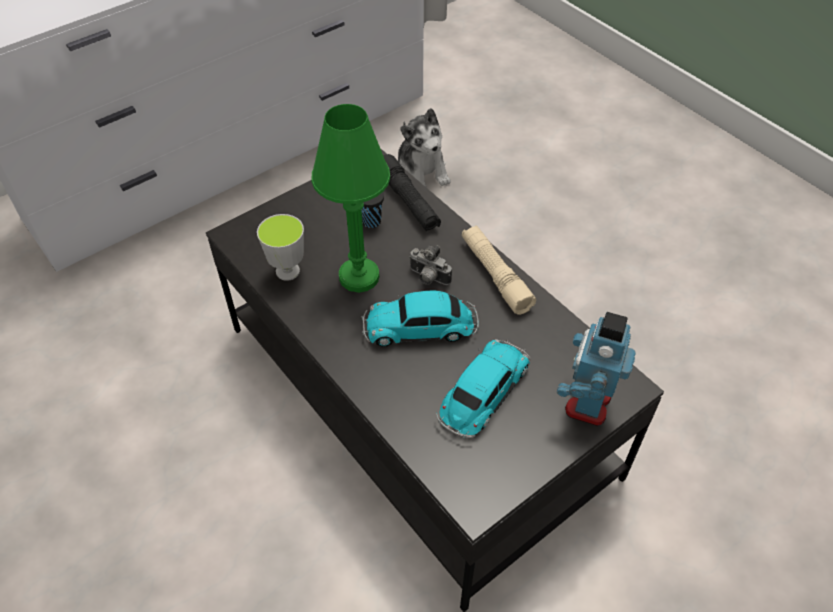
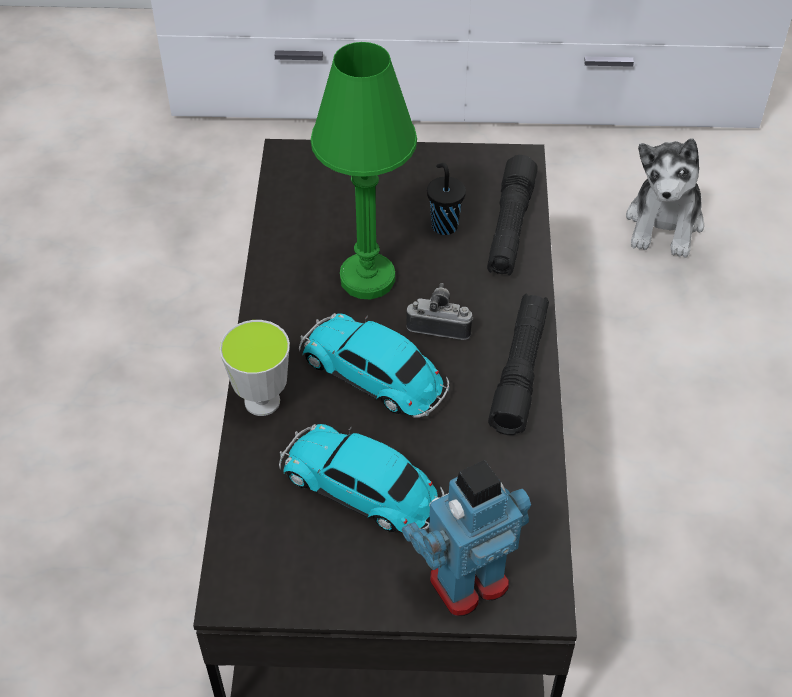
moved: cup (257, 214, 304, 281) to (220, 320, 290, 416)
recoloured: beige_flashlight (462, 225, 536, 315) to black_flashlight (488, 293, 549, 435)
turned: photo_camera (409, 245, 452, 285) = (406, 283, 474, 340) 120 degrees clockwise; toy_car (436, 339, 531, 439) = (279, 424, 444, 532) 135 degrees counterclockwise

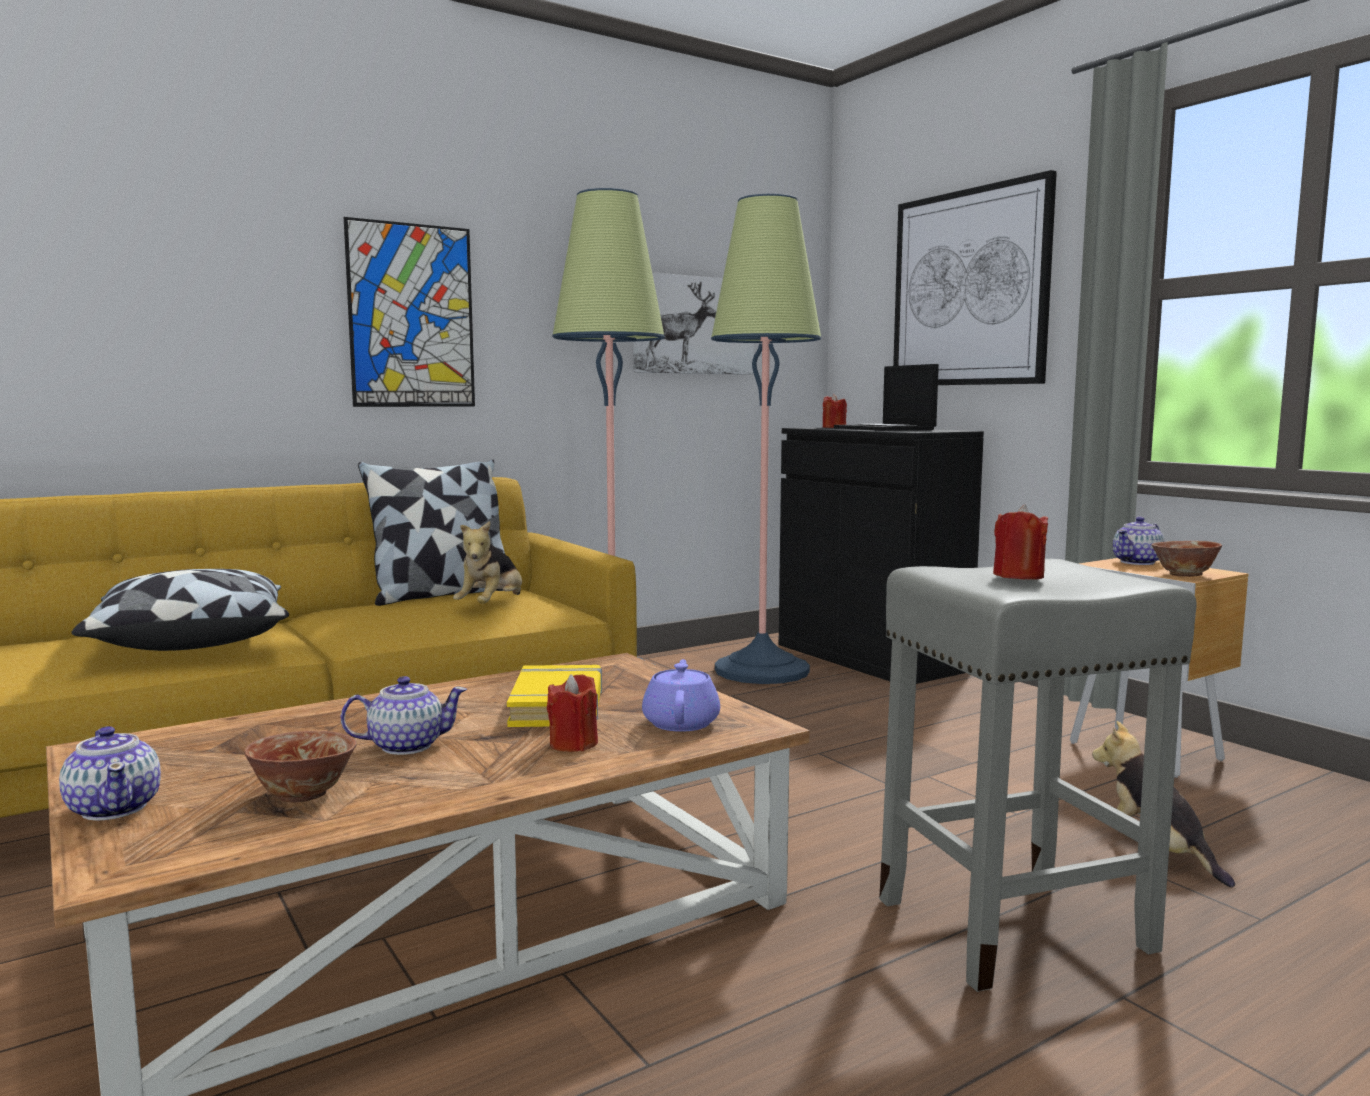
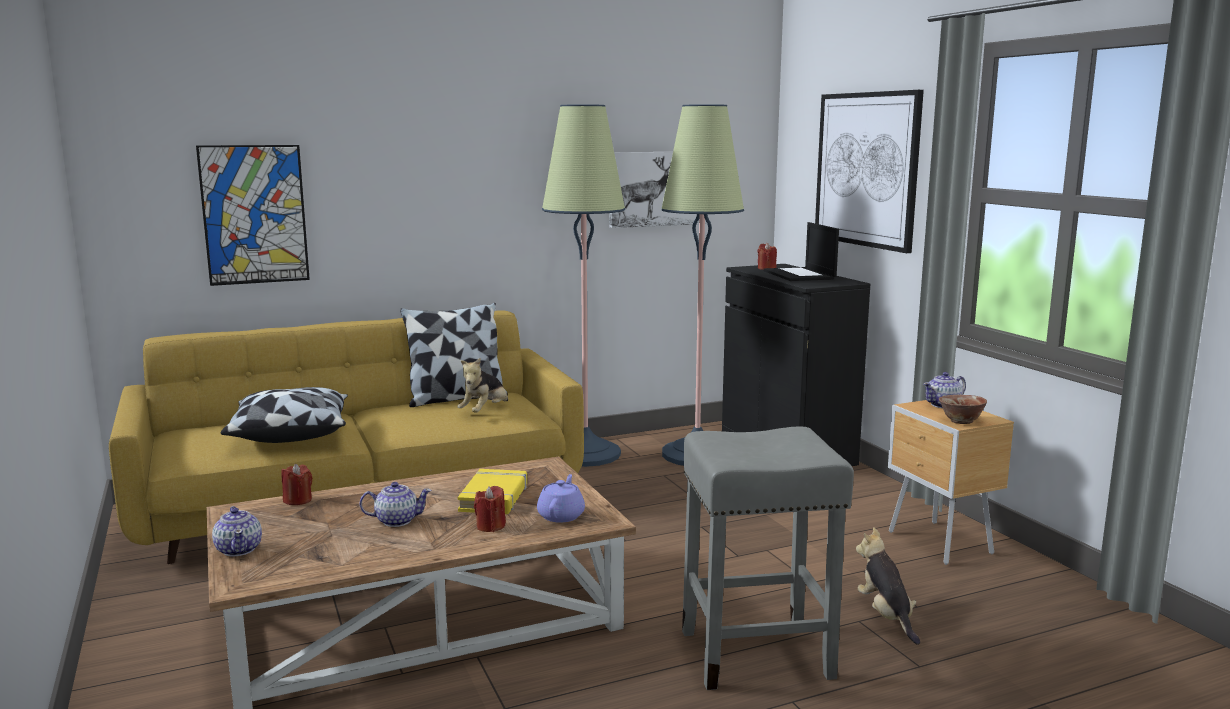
removed: bowl (244, 731, 357, 803)
moved: picture (344, 217, 475, 407) to (196, 145, 310, 286); red_candle (993, 504, 1048, 580) to (281, 464, 312, 505)

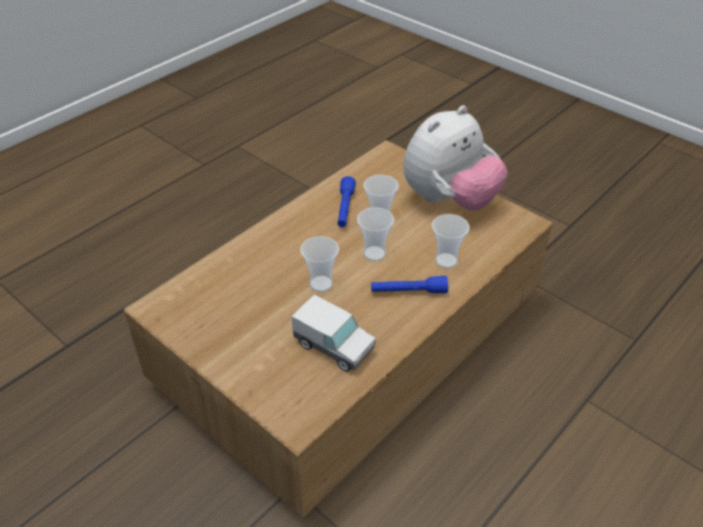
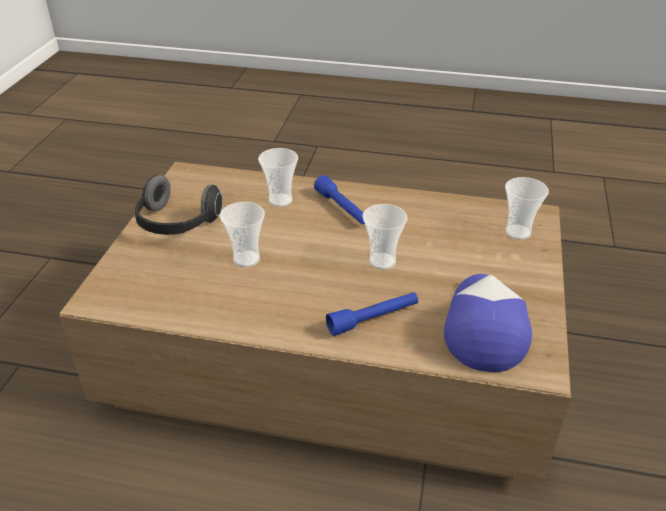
removed: toy_truck (292, 295, 376, 371)
added: cap (444, 274, 532, 372)
moved: blue_flashlight (338, 176, 356, 227) to (326, 292, 418, 336); cup (357, 207, 394, 261) to (505, 177, 549, 240)
replaced: plush_toy (403, 105, 508, 211) to headphones (135, 174, 223, 235)

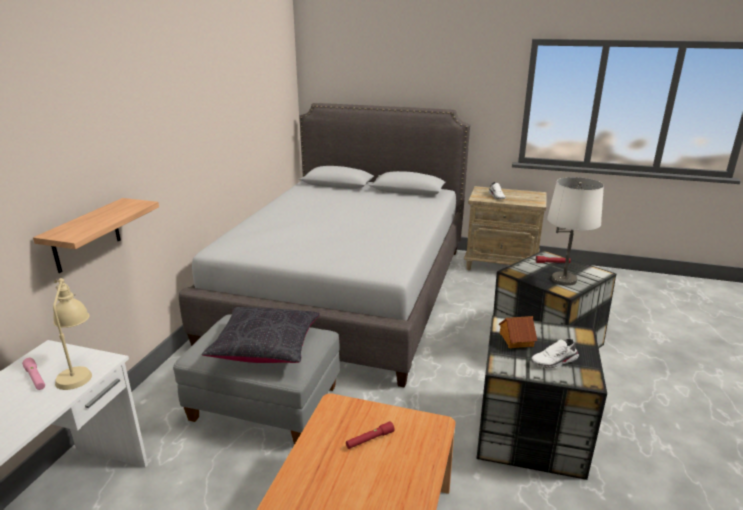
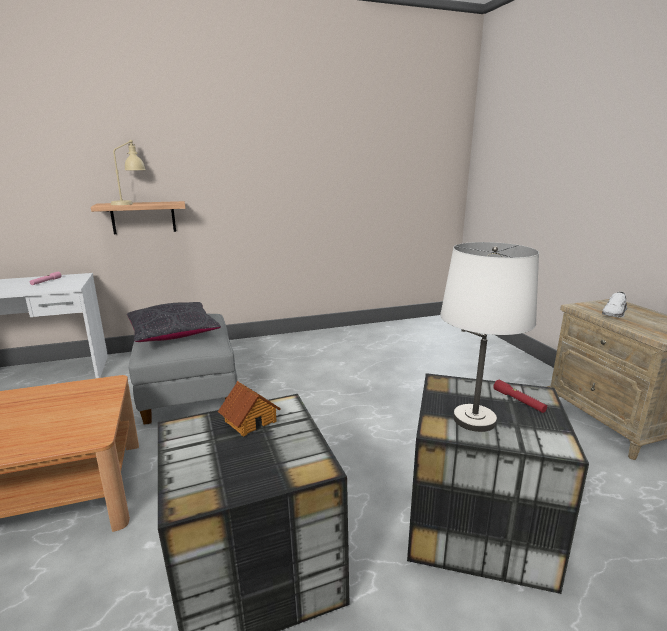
removed: grey_bed (179, 103, 470, 388); white_shoe (532, 339, 579, 369); red_flashlight (346, 421, 395, 449)
moved: beige_table_lamp (53, 278, 92, 390) to (111, 140, 146, 205)

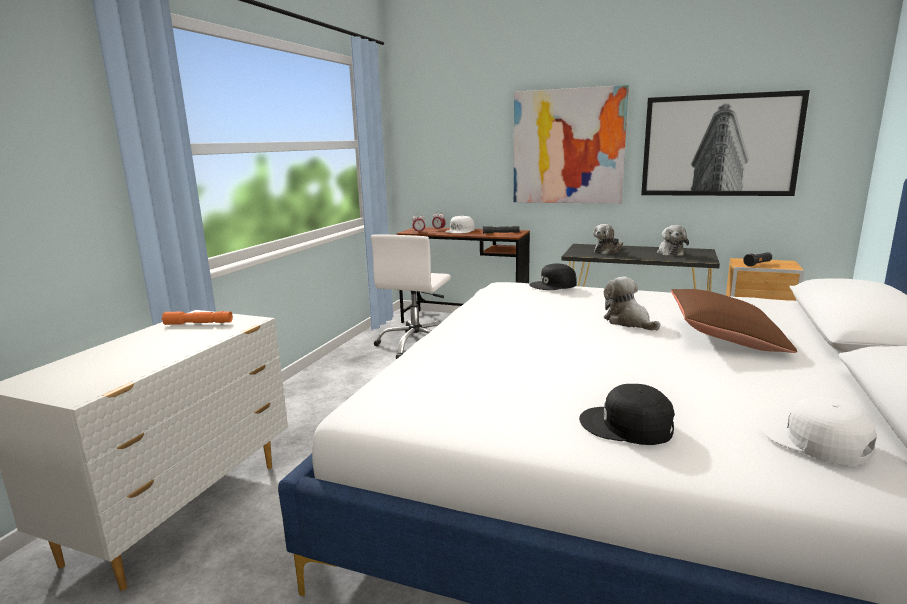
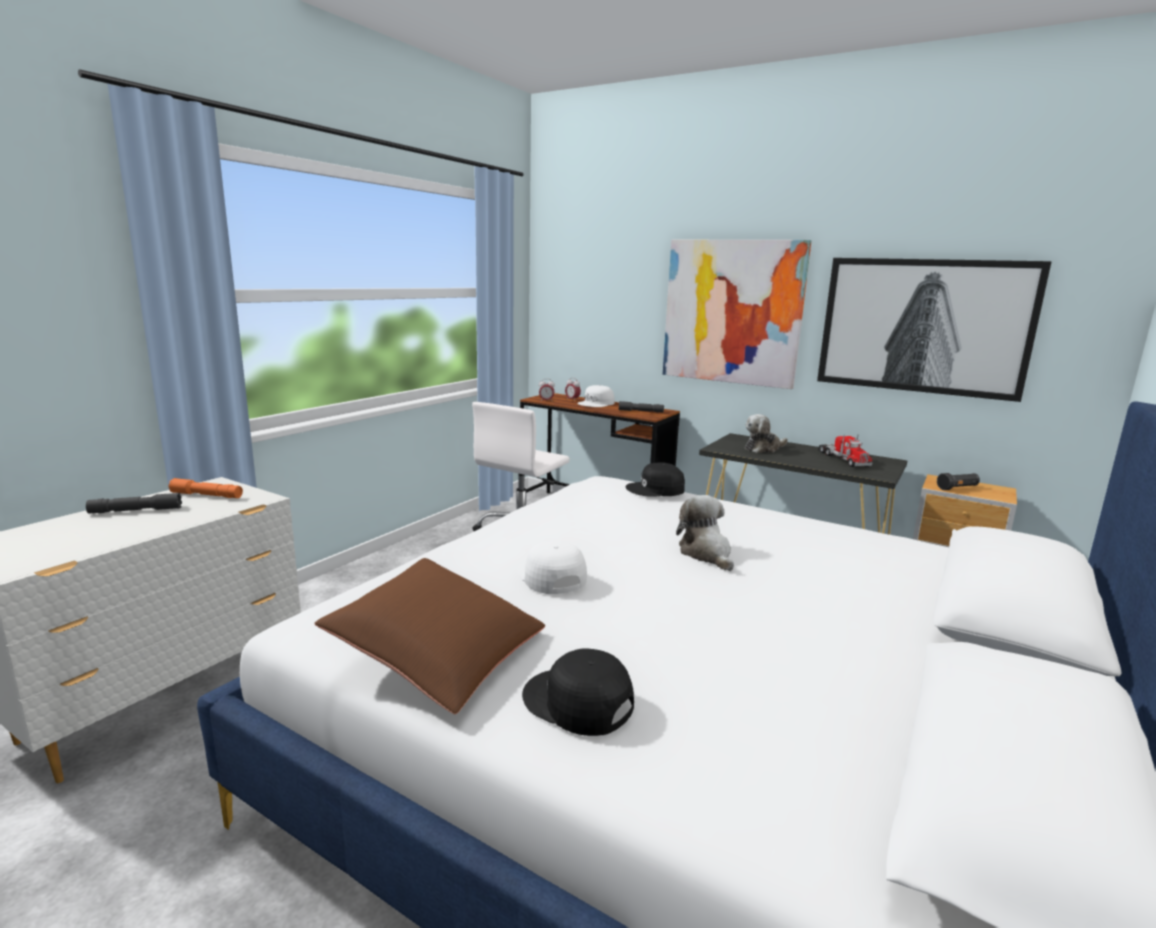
added: grey_flashlight (86, 493, 182, 513)
moved: brown_pillow (671, 289, 797, 353) to (315, 558, 545, 714); white_cap (760, 396, 877, 465) to (517, 541, 587, 594)
replaced: plush_toy (657, 225, 689, 256) to toy_truck (818, 434, 872, 467)

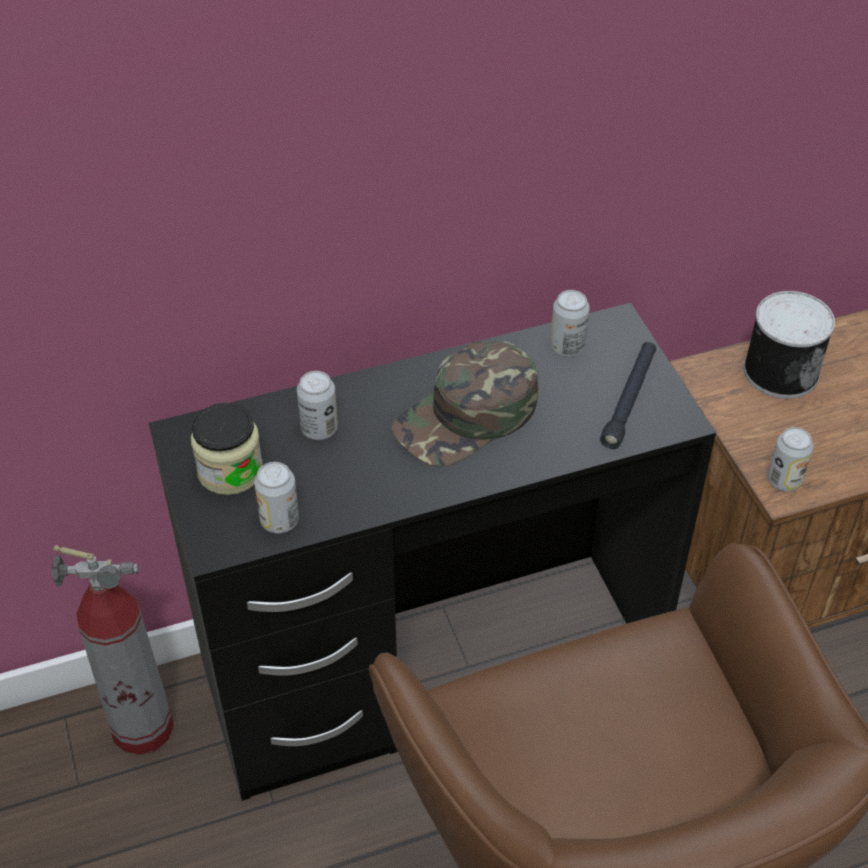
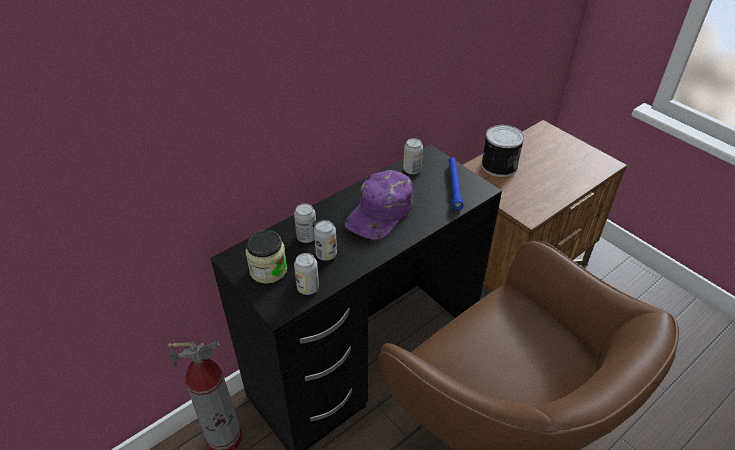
moved: can (768, 427, 813, 491) to (314, 220, 337, 261)
recoloured: green_cap (392, 341, 538, 467) to purple_cap (345, 170, 413, 240); black_flashlight (600, 342, 656, 449) to blue_flashlight (449, 157, 464, 210)

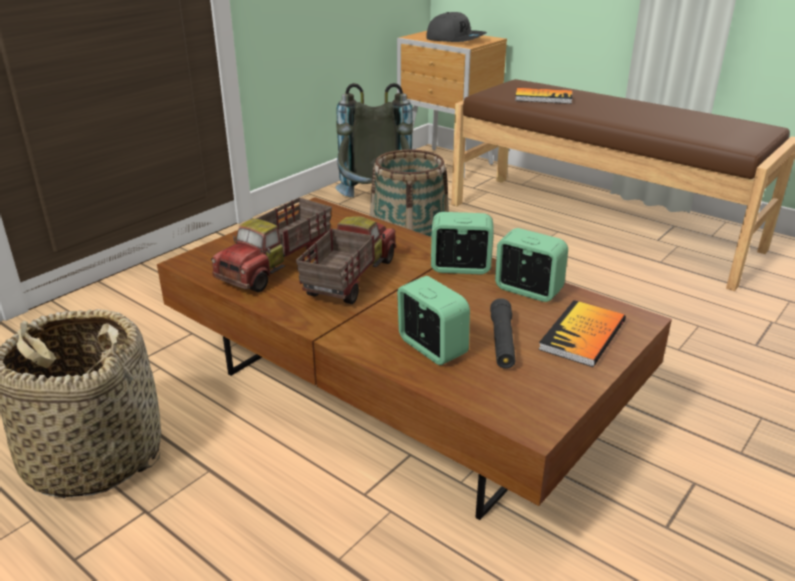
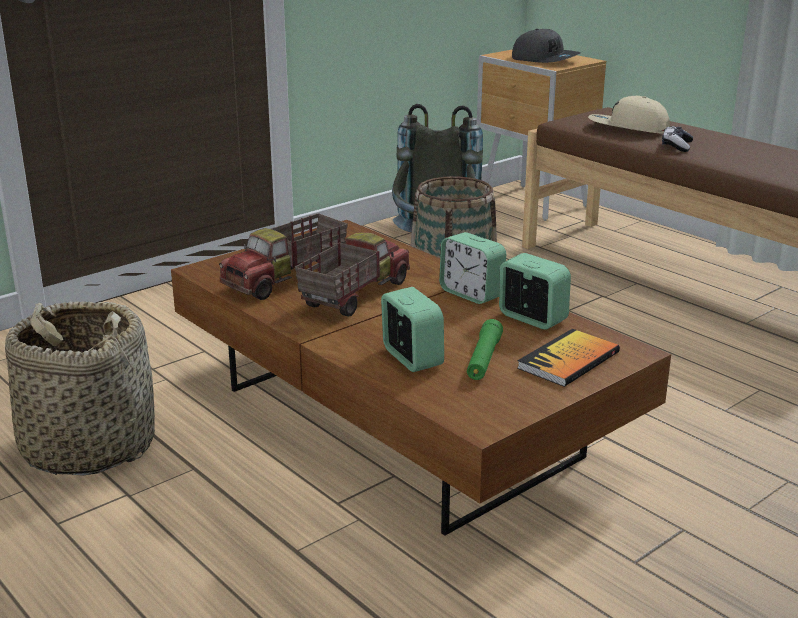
added: game_controller (662, 126, 693, 152)
replaced: book (515, 88, 572, 104) to beige_cap (588, 96, 670, 134)
recoloured: black_flashlight (490, 298, 515, 369) to green_flashlight (467, 319, 503, 380)
turned: alarm_clock (431, 212, 494, 275) = (439, 232, 506, 304) 150 degrees counterclockwise

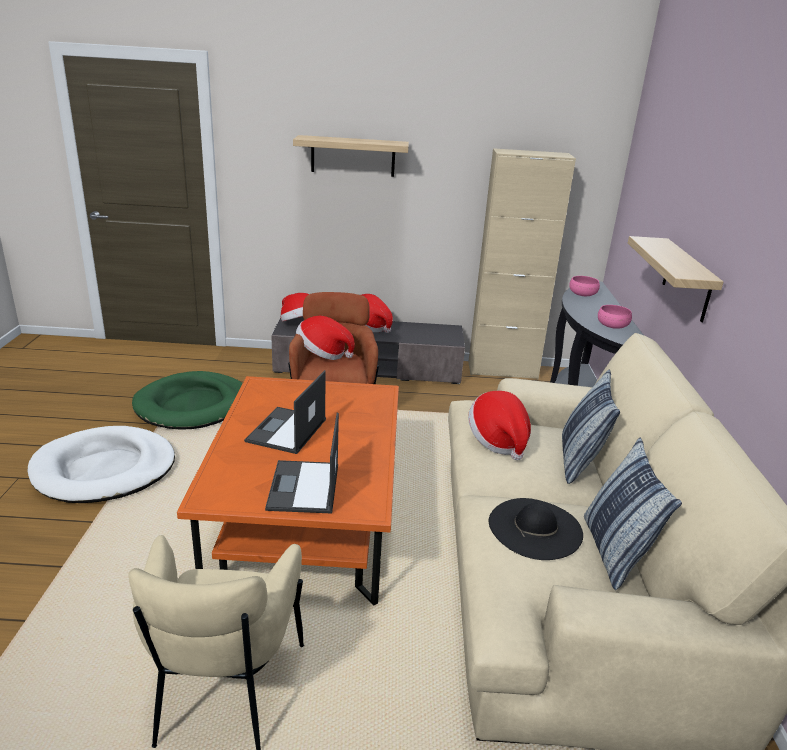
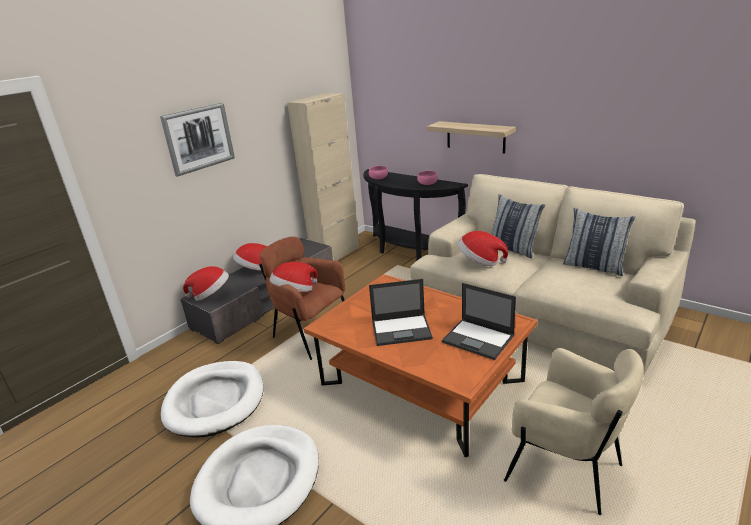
removed: black_hat (489, 498, 583, 560)
replaced: shelf (293, 135, 409, 177) to picture (160, 103, 235, 177)
recoloured: green_dog_bed (132, 371, 243, 429) to white_dog_bed (161, 361, 264, 437)
turned: laptop (244, 370, 326, 454) = (369, 279, 433, 346) 60 degrees counterclockwise

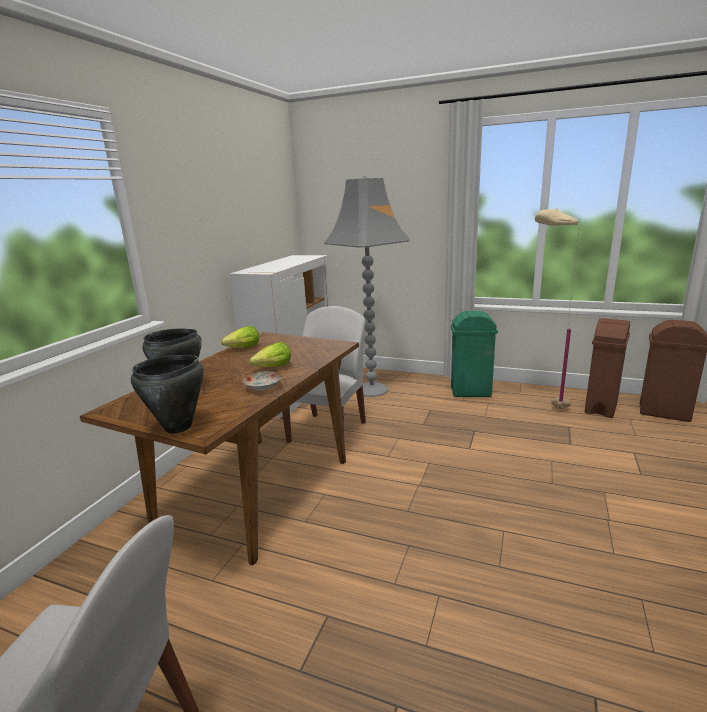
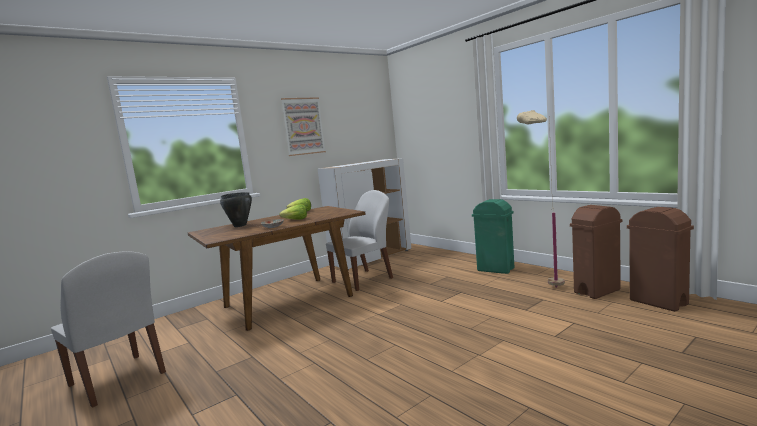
removed: grey_floor_lamp (324, 177, 410, 397); black_cooking_pot (131, 355, 204, 433)
added: picture (281, 97, 326, 156)

